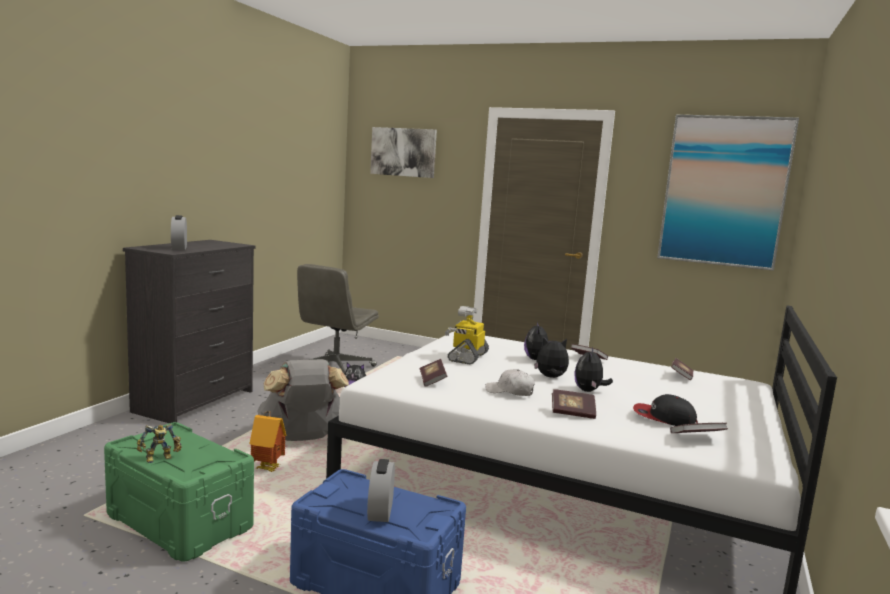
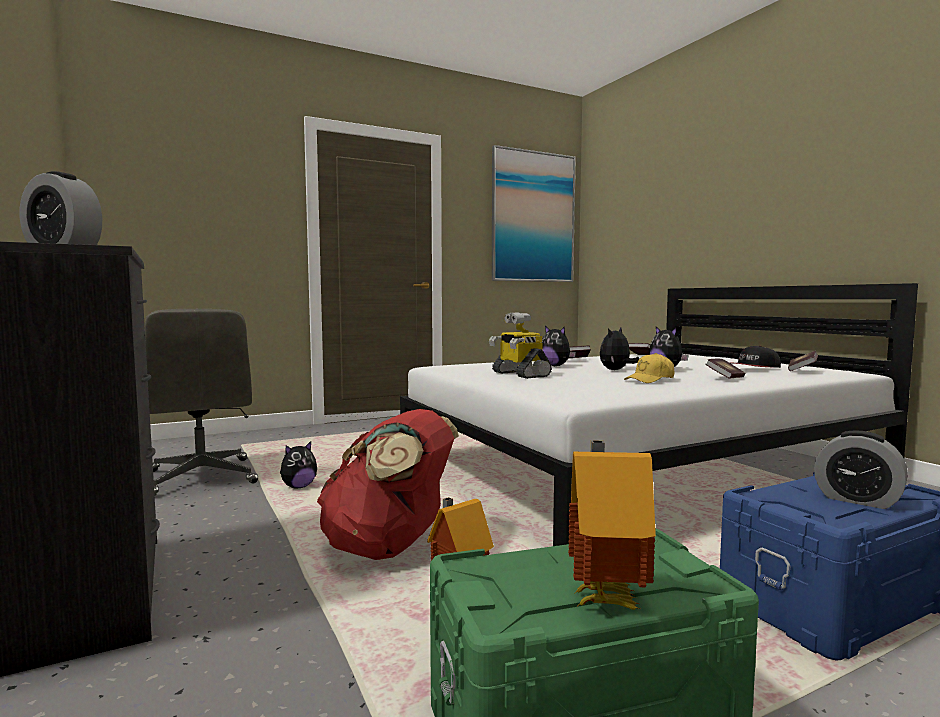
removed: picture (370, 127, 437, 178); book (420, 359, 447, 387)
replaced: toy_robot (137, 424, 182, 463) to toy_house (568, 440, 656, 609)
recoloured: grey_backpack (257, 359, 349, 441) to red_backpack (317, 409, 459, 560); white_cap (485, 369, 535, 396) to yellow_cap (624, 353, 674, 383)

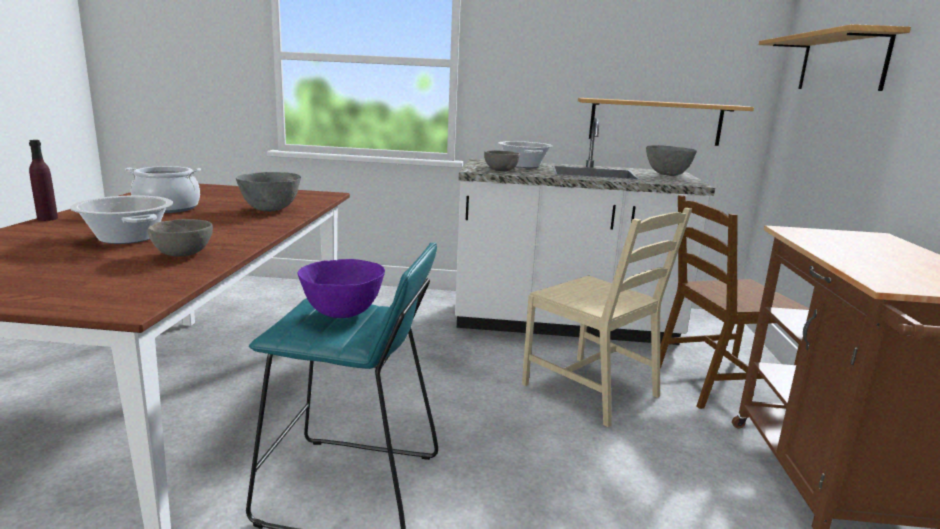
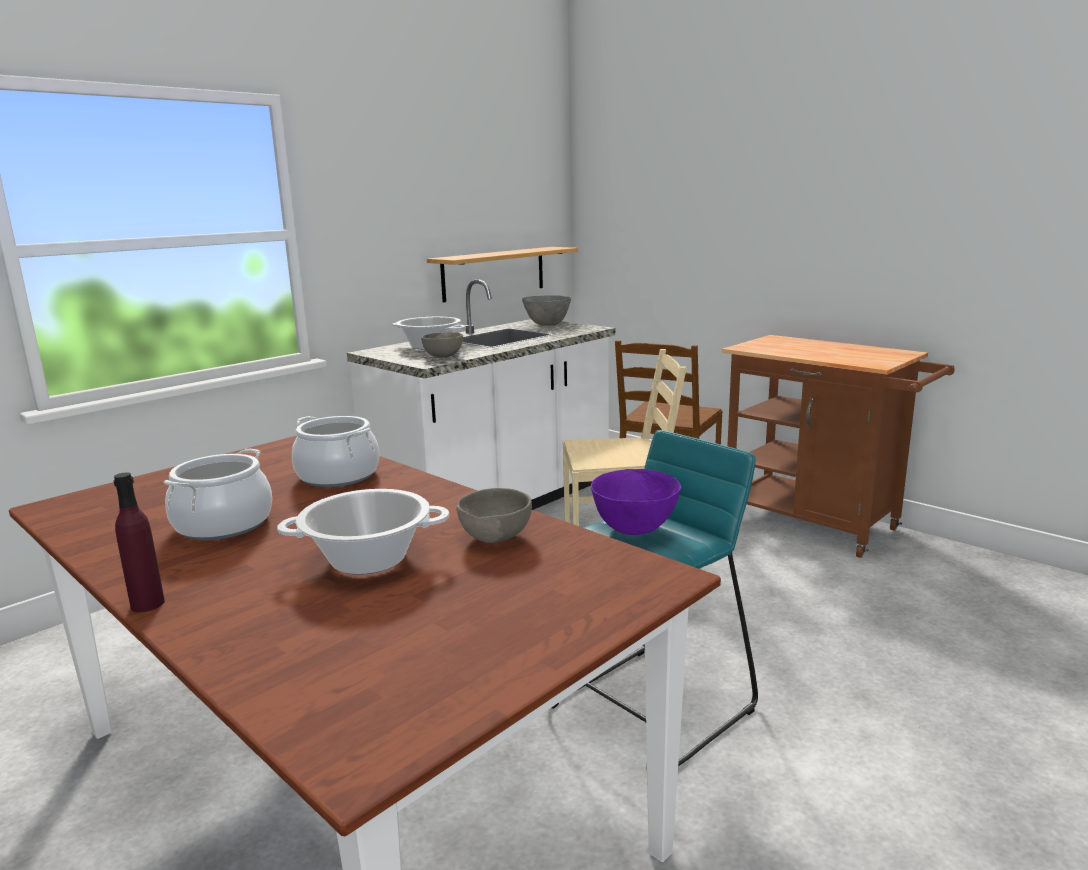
removed: shelf (759, 24, 911, 91)
replaced: grey_bowl (236, 172, 301, 211) to cooking_pot (292, 416, 379, 487)

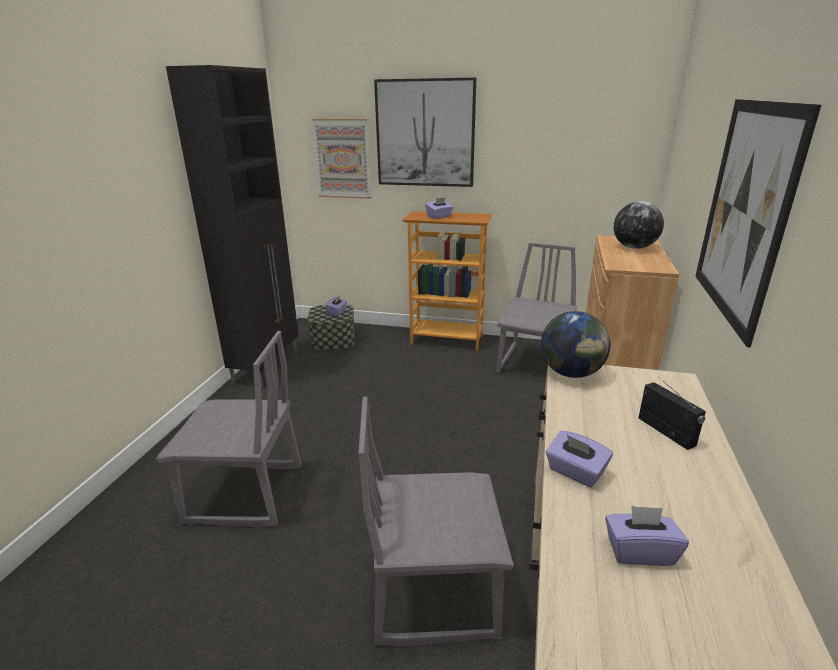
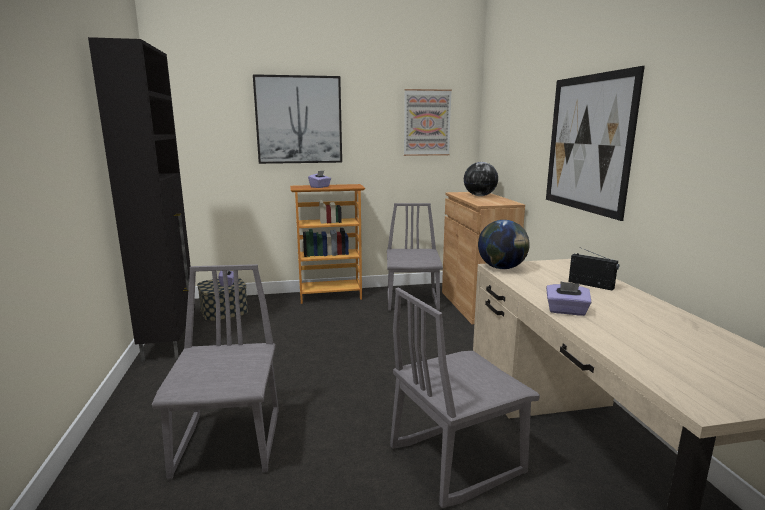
removed: purple_tissue_box (605, 505, 689, 566)
moved: picture (312, 119, 371, 199) to (404, 89, 452, 156)
turned: grey_chair (156, 331, 302, 527) = (152, 264, 279, 480) 75 degrees counterclockwise

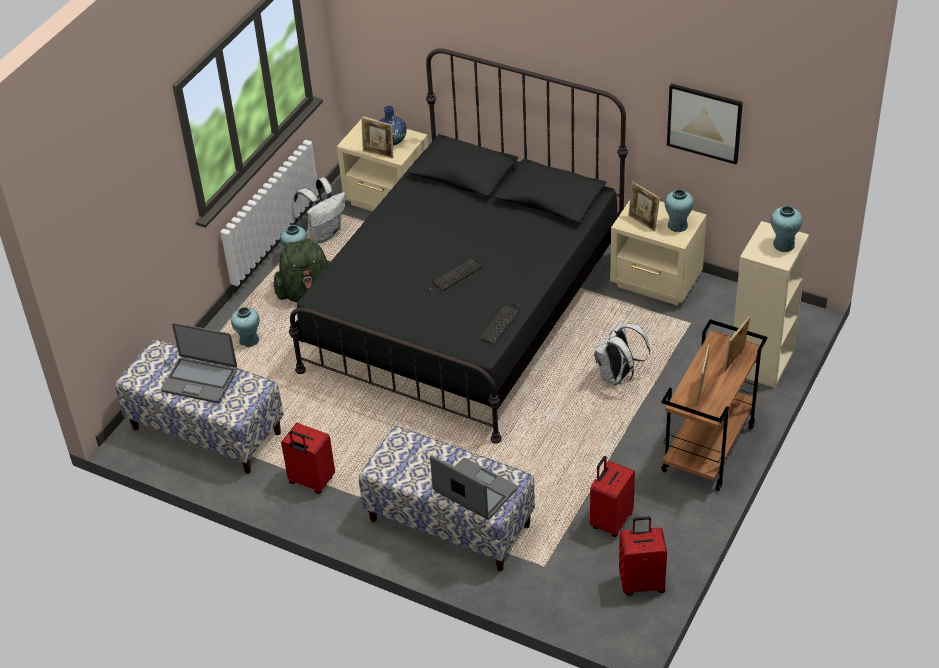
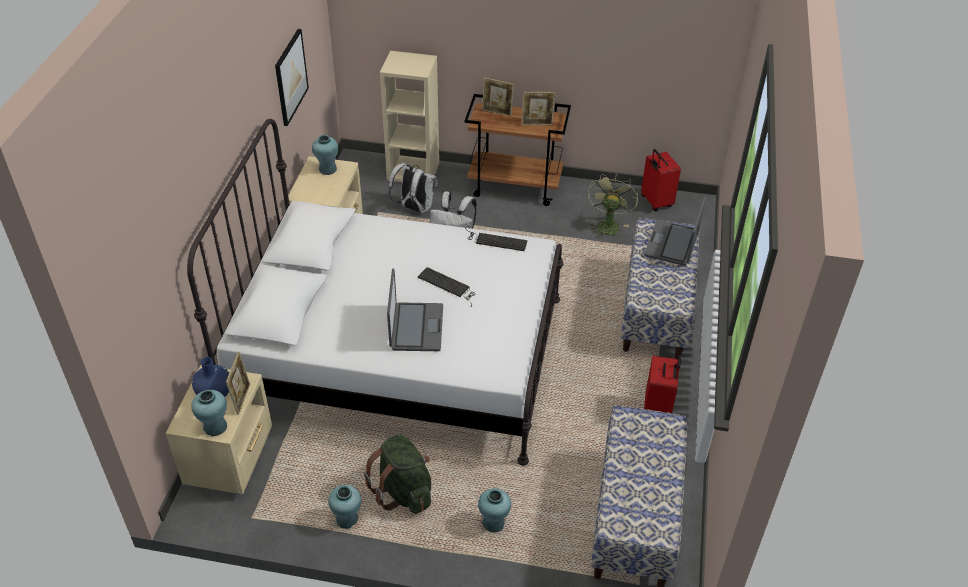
removed: picture_frame (628, 182, 660, 232)
moved: white_backpack (294, 177, 346, 243) to (389, 162, 438, 213); turquoise_vase (771, 205, 802, 252) to (191, 390, 227, 436); laptop (161, 323, 237, 403) to (387, 268, 443, 351)
replaced: red_suitcase (590, 456, 635, 537) to green_fan (588, 174, 639, 239)
recoloured: black_bed (289, 49, 628, 444) to white_bed (187, 119, 564, 466)

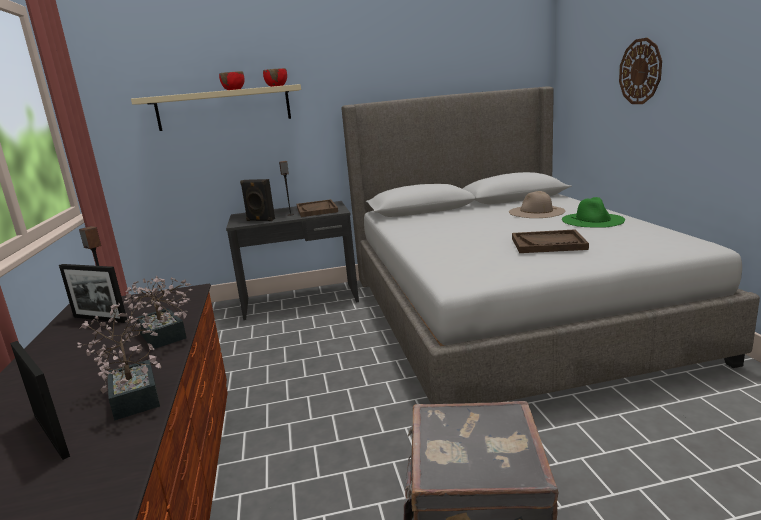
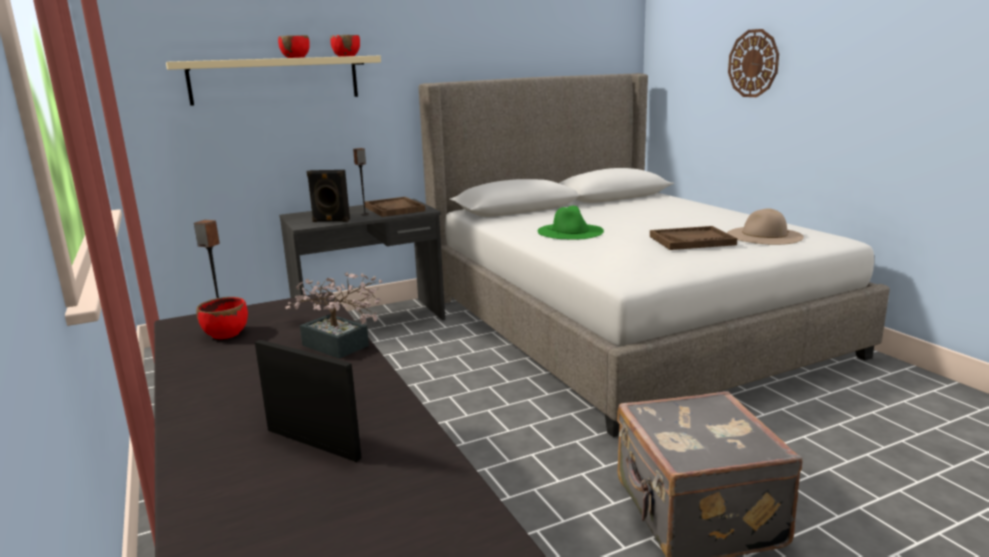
removed: potted_plant (77, 301, 161, 421)
moved: beige_hat (509, 191, 565, 218) to (727, 208, 804, 245); green_hat (562, 197, 625, 228) to (537, 206, 604, 239)
replaced: picture_frame (59, 264, 127, 323) to red_bowl (196, 297, 248, 339)

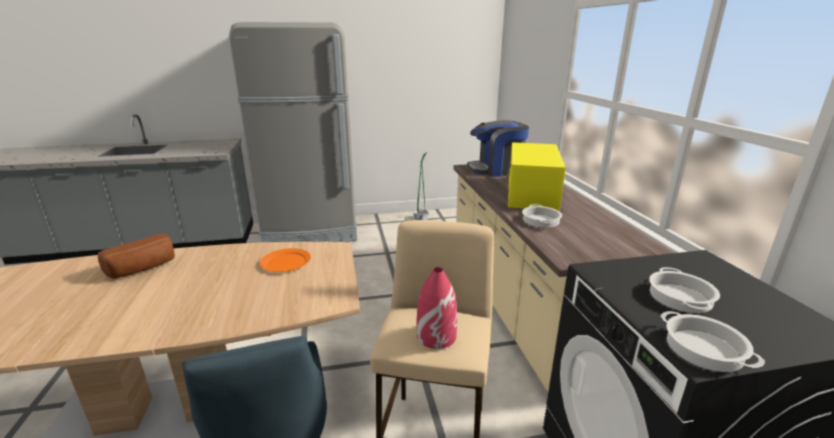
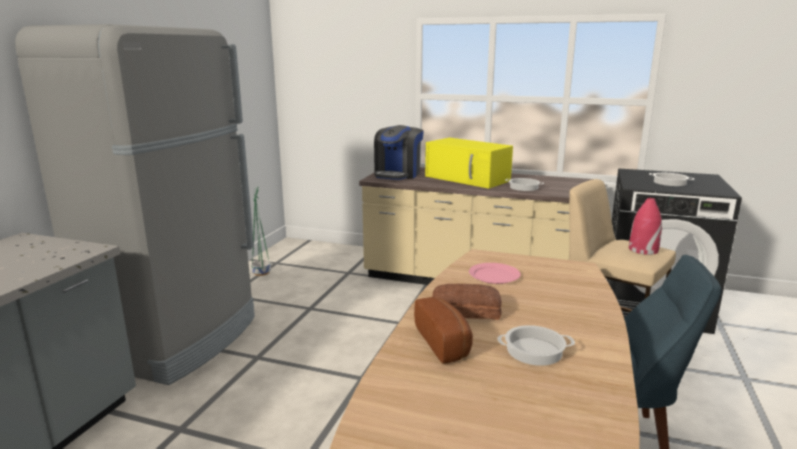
added: bread (432, 284, 502, 320)
moved: cooking_pot (661, 311, 765, 372) to (497, 325, 575, 366)
recoloured: orange_plate (260, 248, 311, 272) to pink_plate (469, 263, 521, 284)

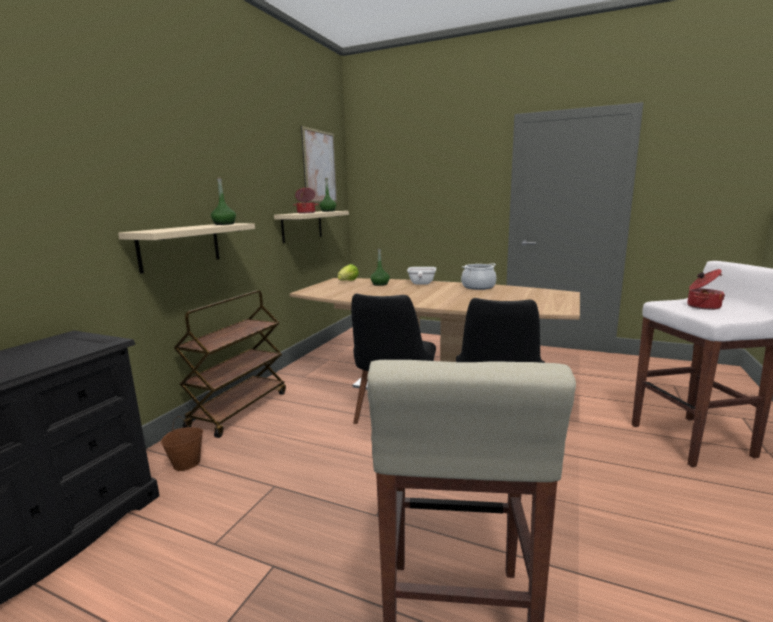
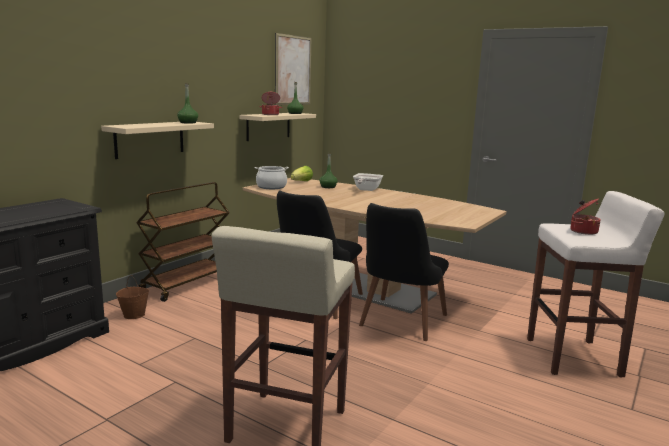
moved: cooking_pot (461, 263, 496, 290) to (254, 166, 289, 189)

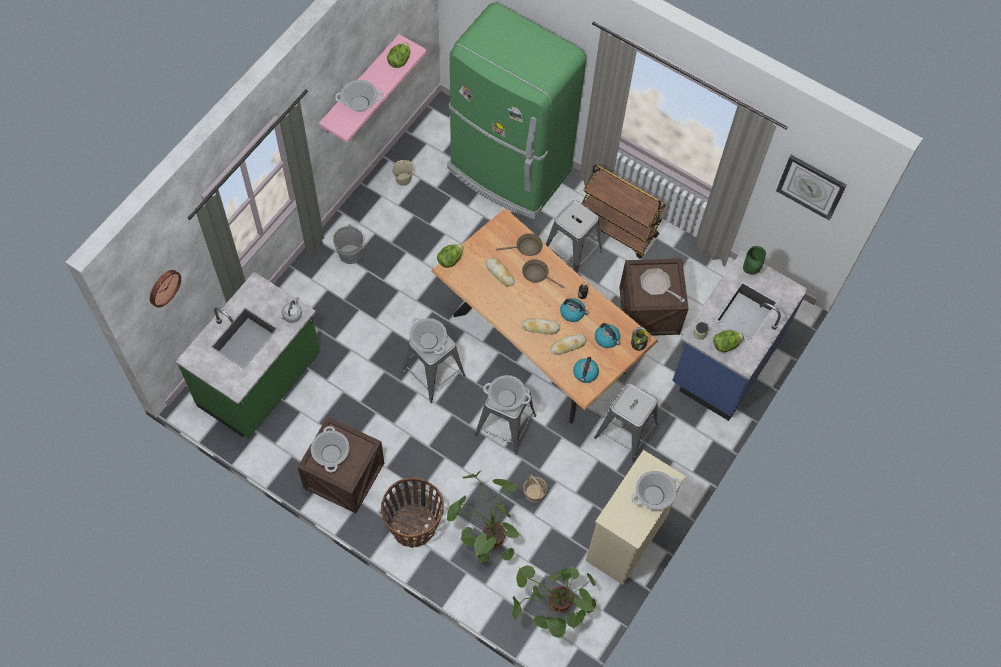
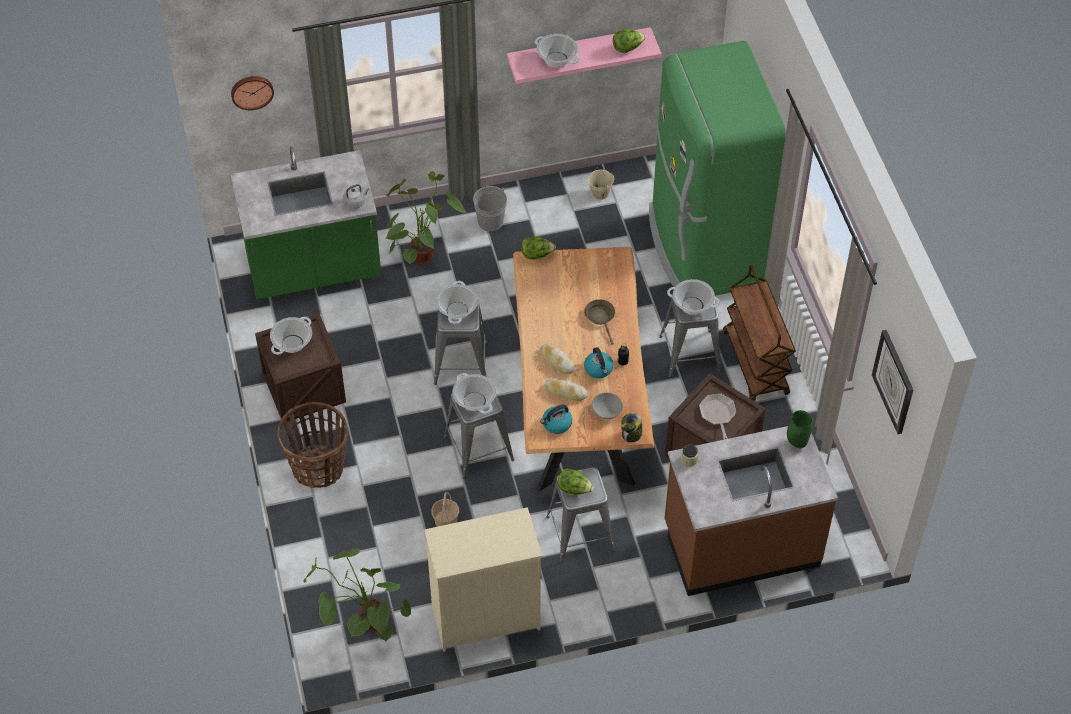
removed: brown_frying_pan (497, 233, 543, 256); bread (485, 258, 515, 287)
moved: lettuce (713, 330, 744, 352) to (558, 469, 594, 495); potted_plant (447, 470, 520, 562) to (385, 171, 468, 265); cooking_pot (631, 471, 680, 510) to (667, 279, 720, 315)
replaced: kettle (595, 323, 620, 348) to grey_bowl (592, 392, 623, 419)
recoloured: blue_counter (672, 251, 808, 421) to brown_counter (664, 426, 838, 596)

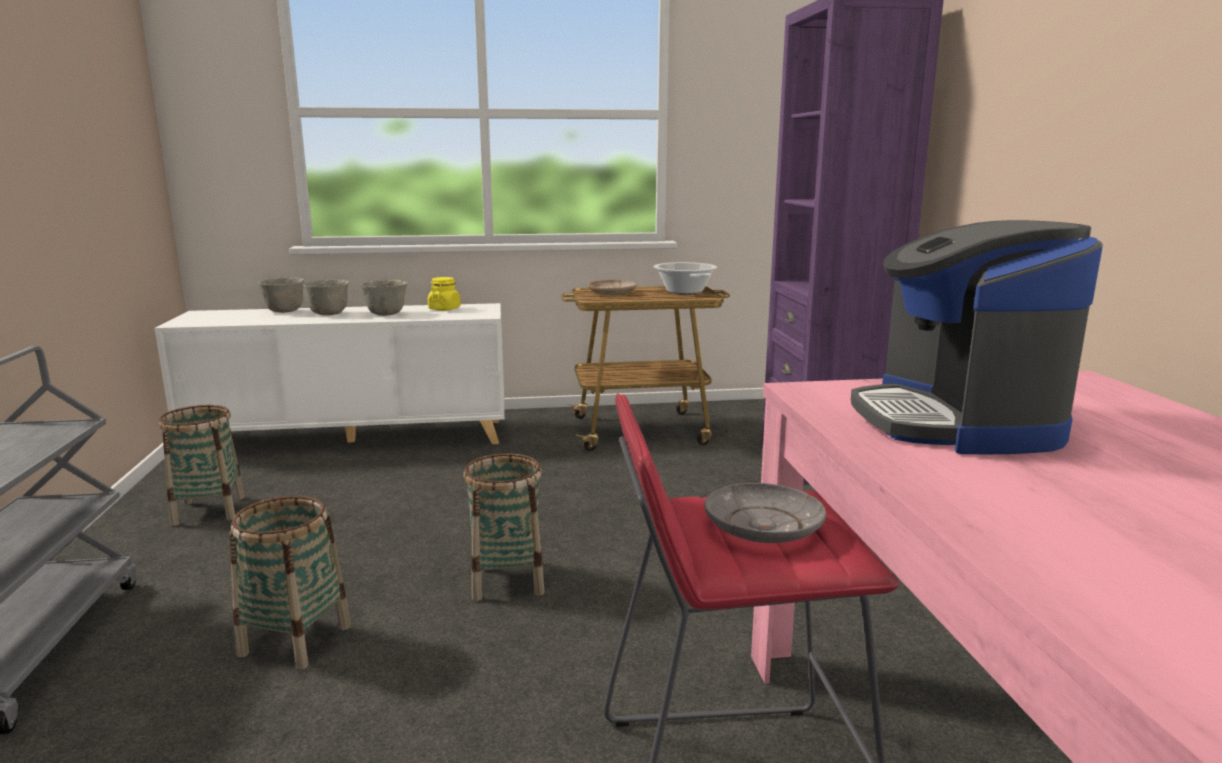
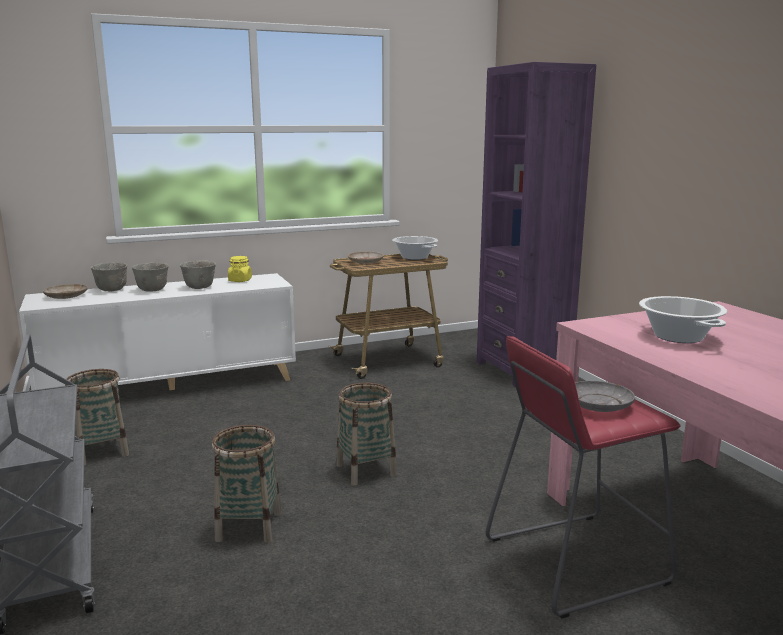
added: beige_plate (43, 284, 88, 299)
replaced: coffee_machine (851, 220, 1103, 454) to cooking_pot (639, 296, 727, 343)

